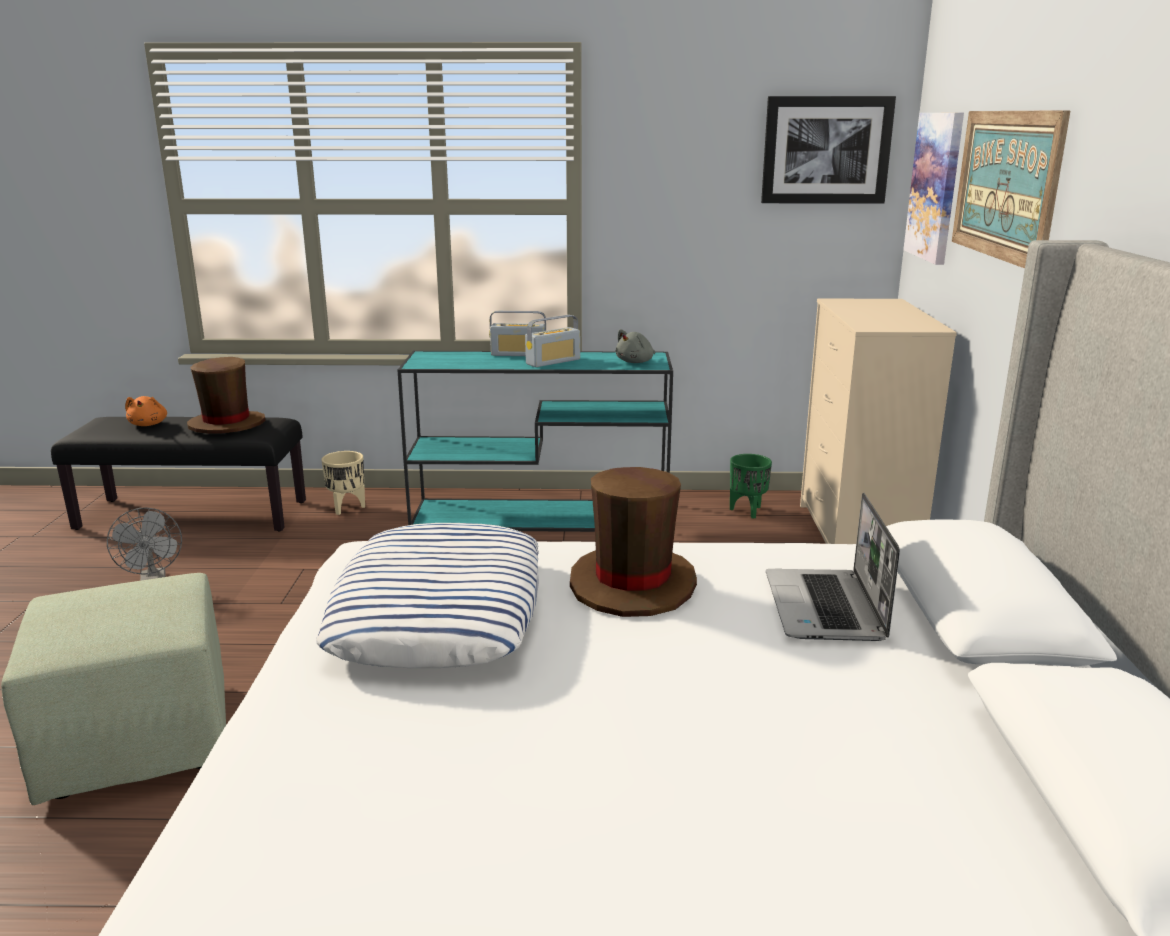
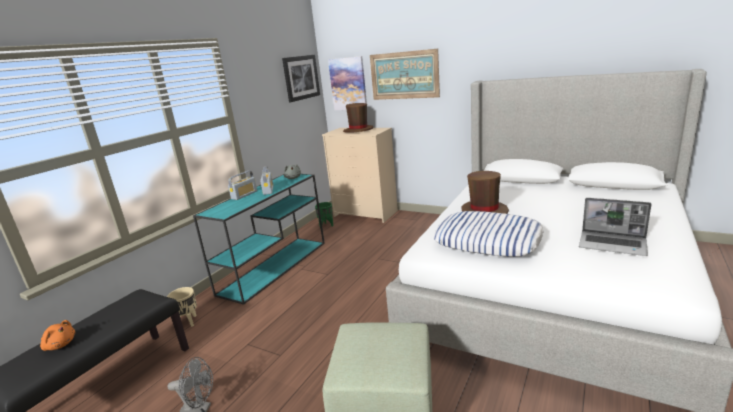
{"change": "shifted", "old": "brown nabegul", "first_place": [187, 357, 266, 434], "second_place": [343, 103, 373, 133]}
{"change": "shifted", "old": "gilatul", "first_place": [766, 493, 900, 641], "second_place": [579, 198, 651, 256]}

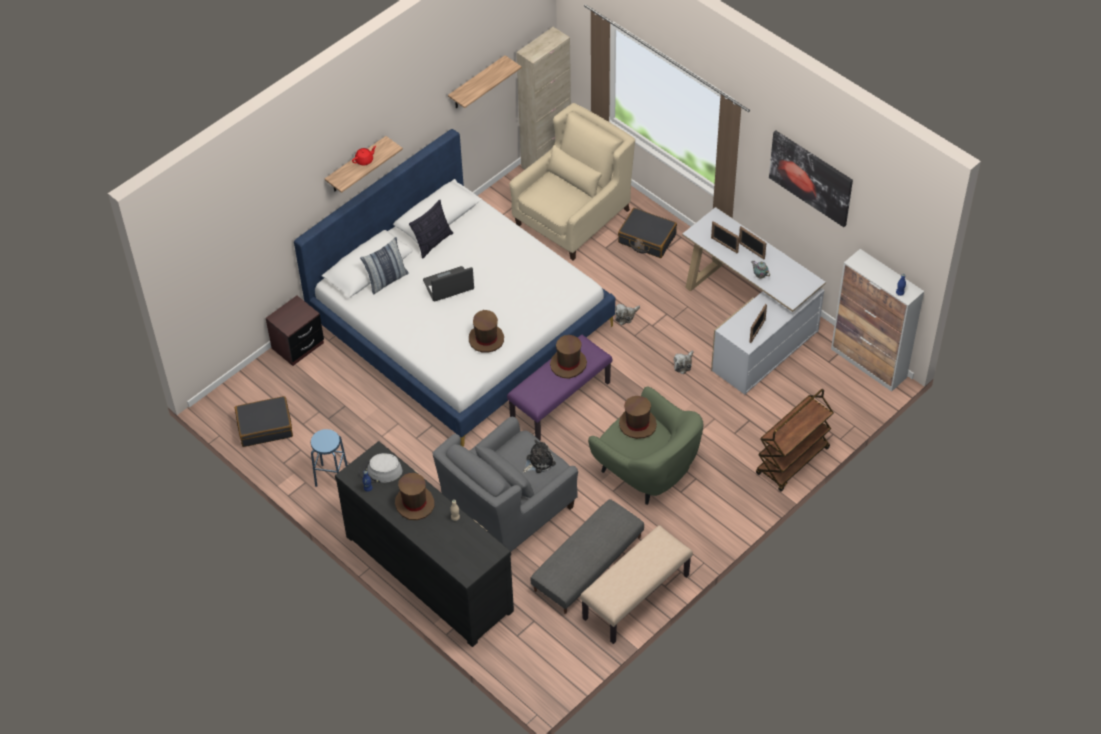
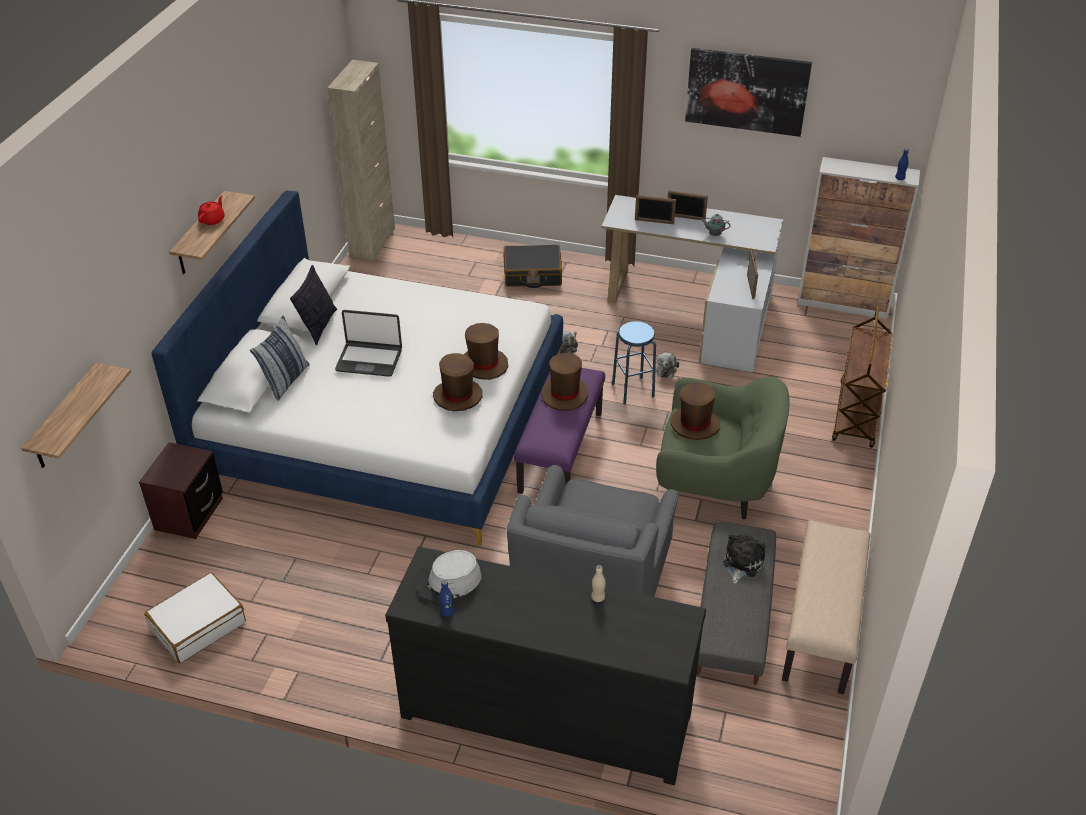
{"change": "shifted", "old": "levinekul", "first_place": [448, 55, 522, 108], "second_place": [21, 363, 131, 468]}
{"change": "gone", "old": "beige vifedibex", "first_place": [509, 103, 635, 260]}
{"change": "rotated", "old": "gilatul", "first_place": [423, 266, 474, 301], "second_place": [335, 310, 402, 377], "degrees": -120}
{"change": "repainted", "old": "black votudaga", "new": "white votudaga", "first_place": [235, 396, 293, 447], "second_place": [145, 573, 246, 663]}
{"change": "shifted", "old": "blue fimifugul", "first_place": [311, 429, 348, 487], "second_place": [612, 321, 656, 404]}
{"change": "shifted", "old": "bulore", "first_place": [523, 440, 556, 473], "second_place": [723, 534, 766, 584]}
{"change": "shifted", "old": "brown nabegul", "first_place": [395, 473, 435, 520], "second_place": [463, 323, 508, 380]}

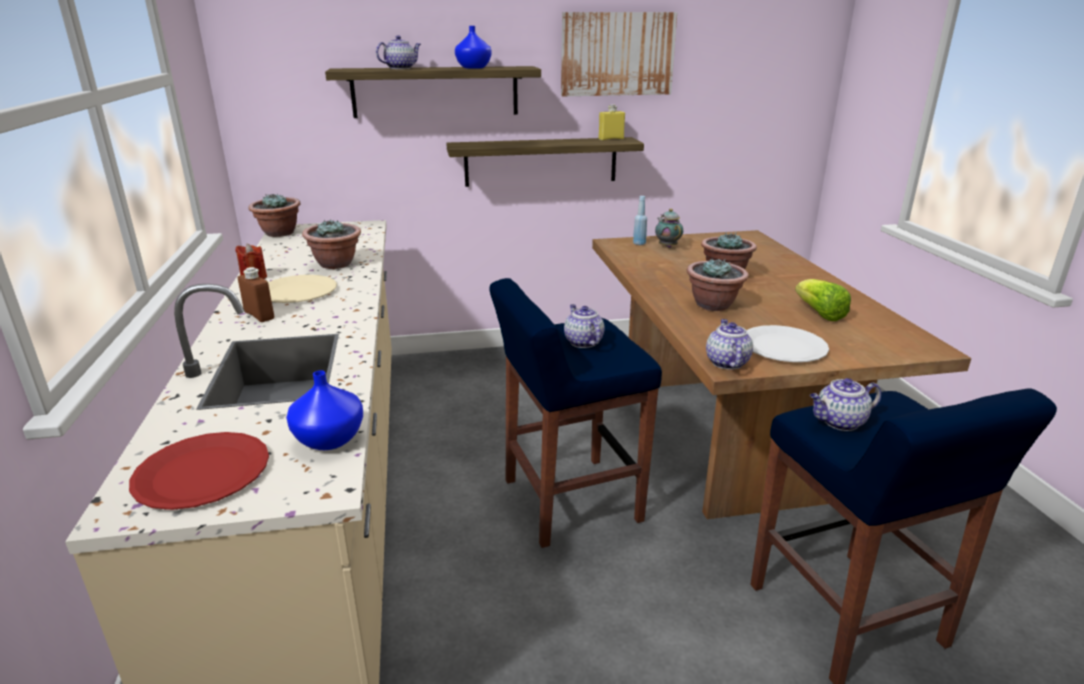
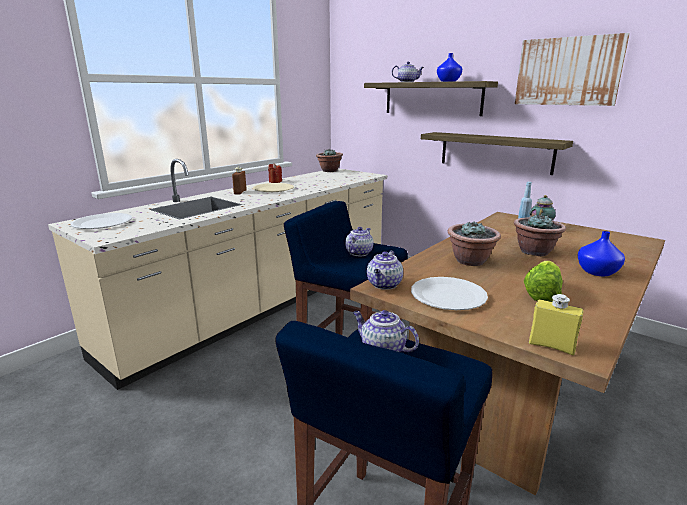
{"change": "shifted", "old": "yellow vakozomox", "first_place": [599, 104, 625, 140], "second_place": [529, 294, 583, 355]}
{"change": "gone", "old": "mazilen", "first_place": [302, 219, 361, 269]}
{"change": "rotated", "old": "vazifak", "first_place": [706, 319, 753, 369], "second_place": [367, 251, 403, 290], "degrees": 150}
{"change": "shifted", "old": "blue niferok", "first_place": [286, 370, 363, 450], "second_place": [578, 231, 625, 276]}
{"change": "repainted", "old": "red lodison", "new": "white lodison", "first_place": [129, 432, 269, 510], "second_place": [70, 213, 132, 229]}

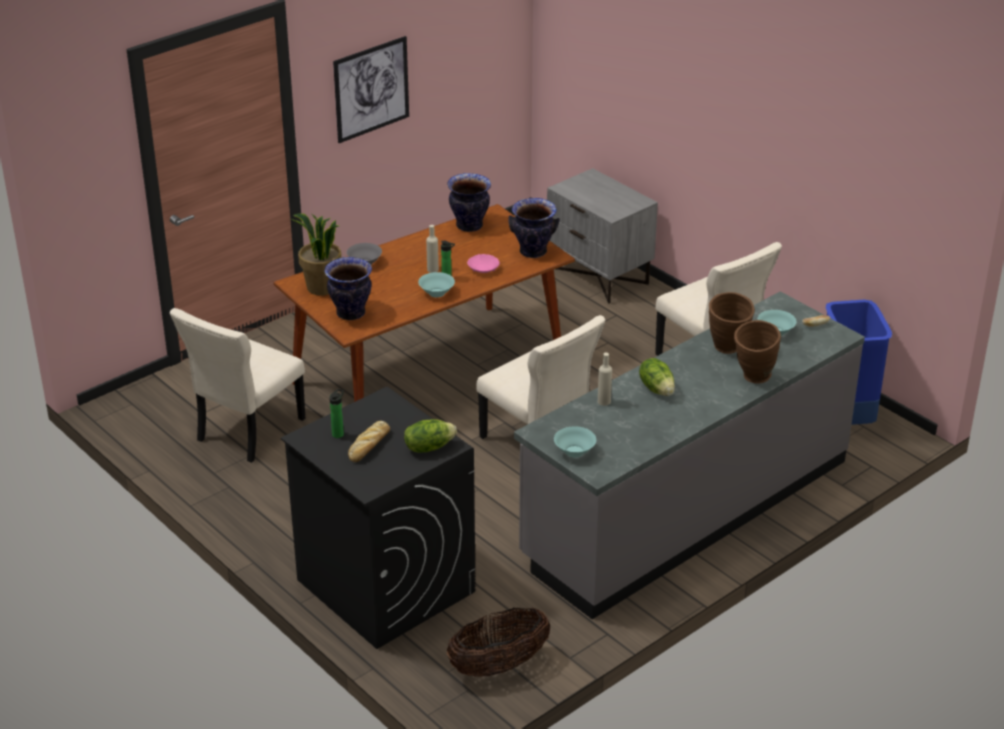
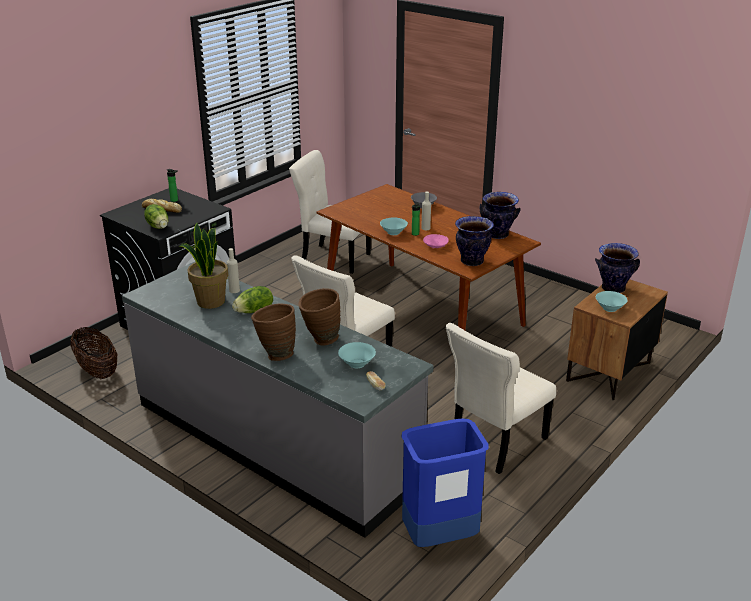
{"change": "gone", "old": "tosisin", "first_place": [333, 36, 409, 143]}
{"change": "repainted", "old": "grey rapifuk", "new": "brown rapifuk", "first_place": [547, 168, 658, 304], "second_place": [566, 279, 668, 400]}
{"change": "shifted", "old": "mazilen", "first_place": [291, 213, 341, 296], "second_place": [179, 223, 228, 309]}
{"change": "shifted", "old": "niferok", "first_place": [324, 257, 372, 320], "second_place": [595, 243, 640, 293]}
{"change": "shifted", "old": "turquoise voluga", "first_place": [554, 426, 596, 457], "second_place": [596, 291, 628, 312]}

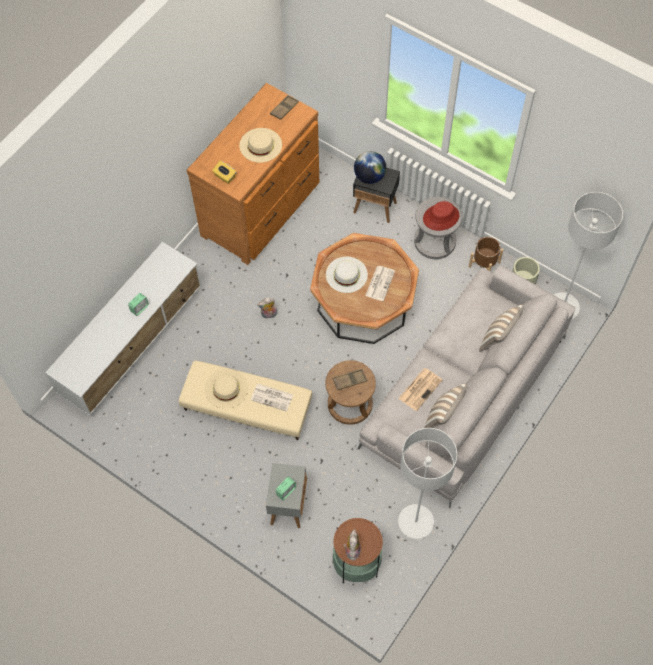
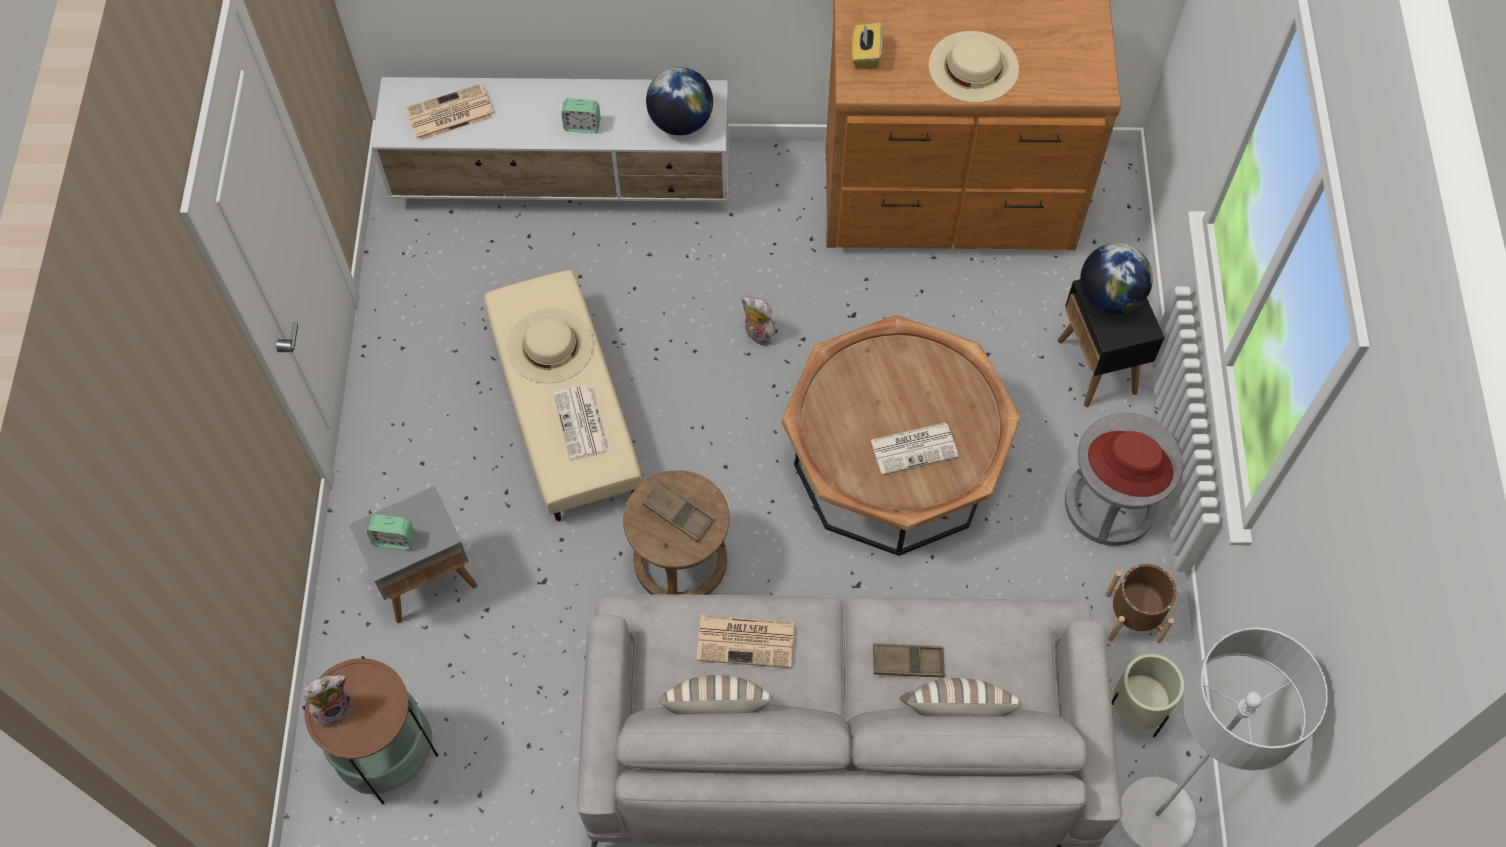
{"change": "shifted", "old": "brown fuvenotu", "first_place": [270, 95, 299, 120], "second_place": [873, 643, 945, 678]}
{"change": "gone", "old": "white nabegul", "first_place": [326, 257, 368, 293]}
{"change": "gone", "old": "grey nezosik", "first_place": [398, 428, 457, 539]}
{"change": "new", "new": "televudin", "second_place": [646, 67, 713, 135]}
{"change": "new", "new": "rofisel", "second_place": [405, 83, 495, 142]}

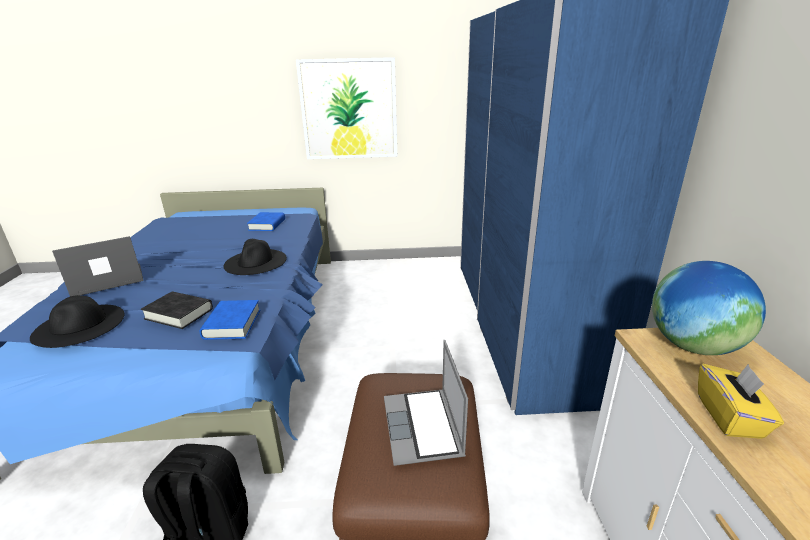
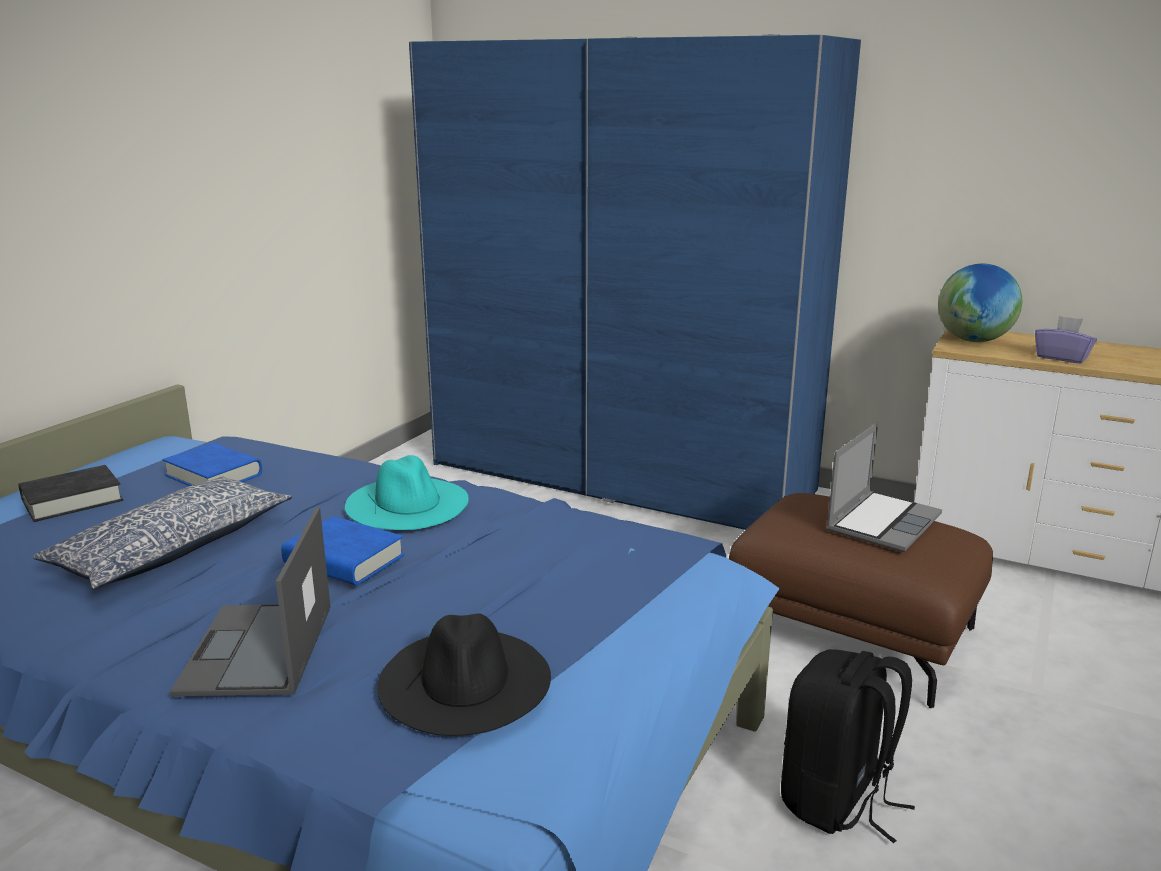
{"change": "gone", "old": "tosisin", "first_place": [296, 57, 397, 159]}
{"change": "repainted", "old": "black nabegul", "new": "turquoise nabegul", "first_place": [223, 239, 287, 275], "second_place": [345, 455, 469, 530]}
{"change": "shifted", "old": "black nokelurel", "first_place": [141, 291, 213, 329], "second_place": [18, 465, 123, 522]}
{"change": "shifted", "old": "blue nokelurel", "first_place": [199, 300, 260, 340], "second_place": [281, 516, 404, 585]}
{"change": "rotated", "old": "gilatul", "first_place": [384, 340, 468, 466], "second_place": [826, 422, 942, 552], "degrees": -75}
{"change": "repainted", "old": "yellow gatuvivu", "new": "purple gatuvivu", "first_place": [698, 364, 784, 439], "second_place": [1035, 316, 1097, 363]}
{"change": "new", "new": "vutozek", "second_place": [33, 477, 292, 590]}

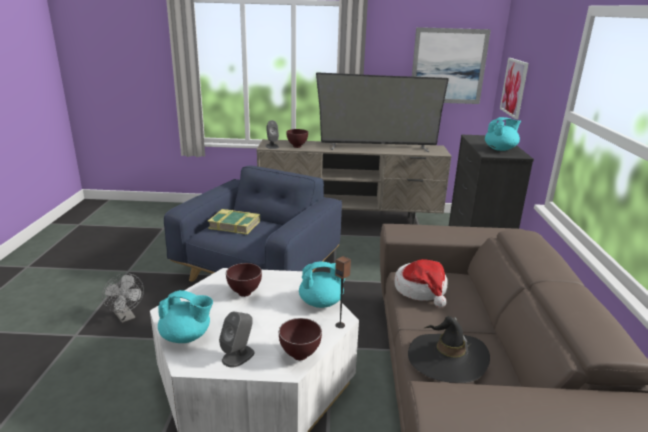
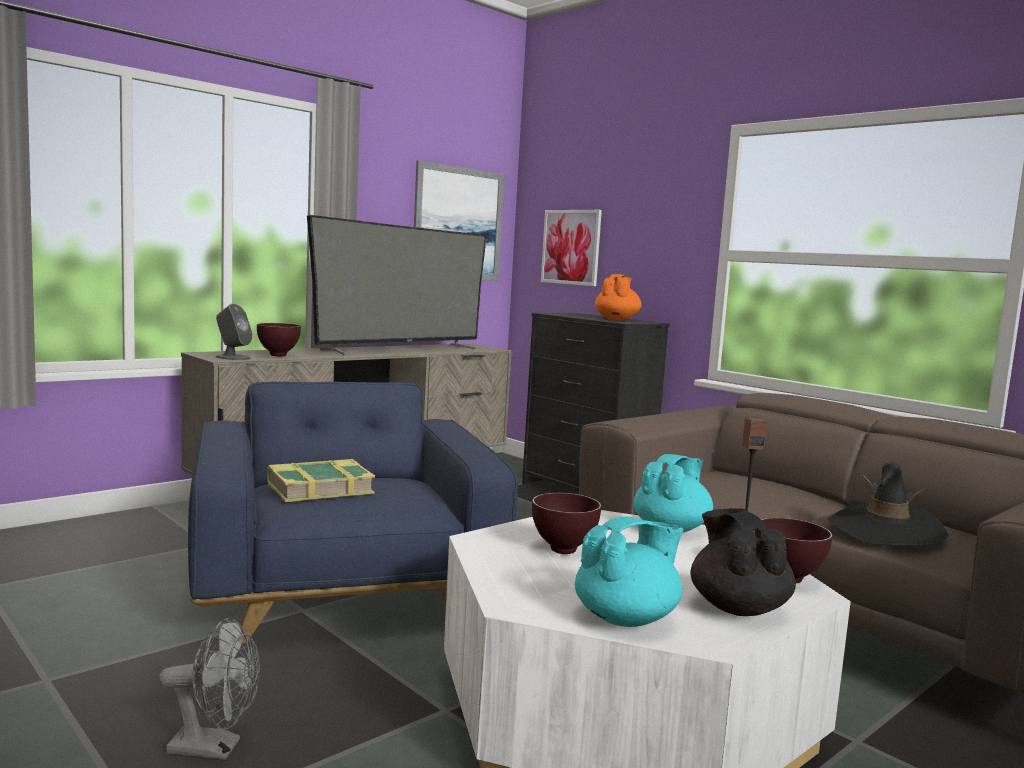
{"change": "repainted", "old": "turquoise vazifak", "new": "orange vazifak", "first_place": [485, 117, 521, 151], "second_place": [595, 274, 642, 320]}
{"change": "gone", "old": "nabegul", "first_place": [394, 259, 448, 308]}
{"change": "swapped", "old": "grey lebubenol", "new": "black vazifak", "first_place": [219, 312, 255, 368], "second_place": [691, 508, 796, 616]}

